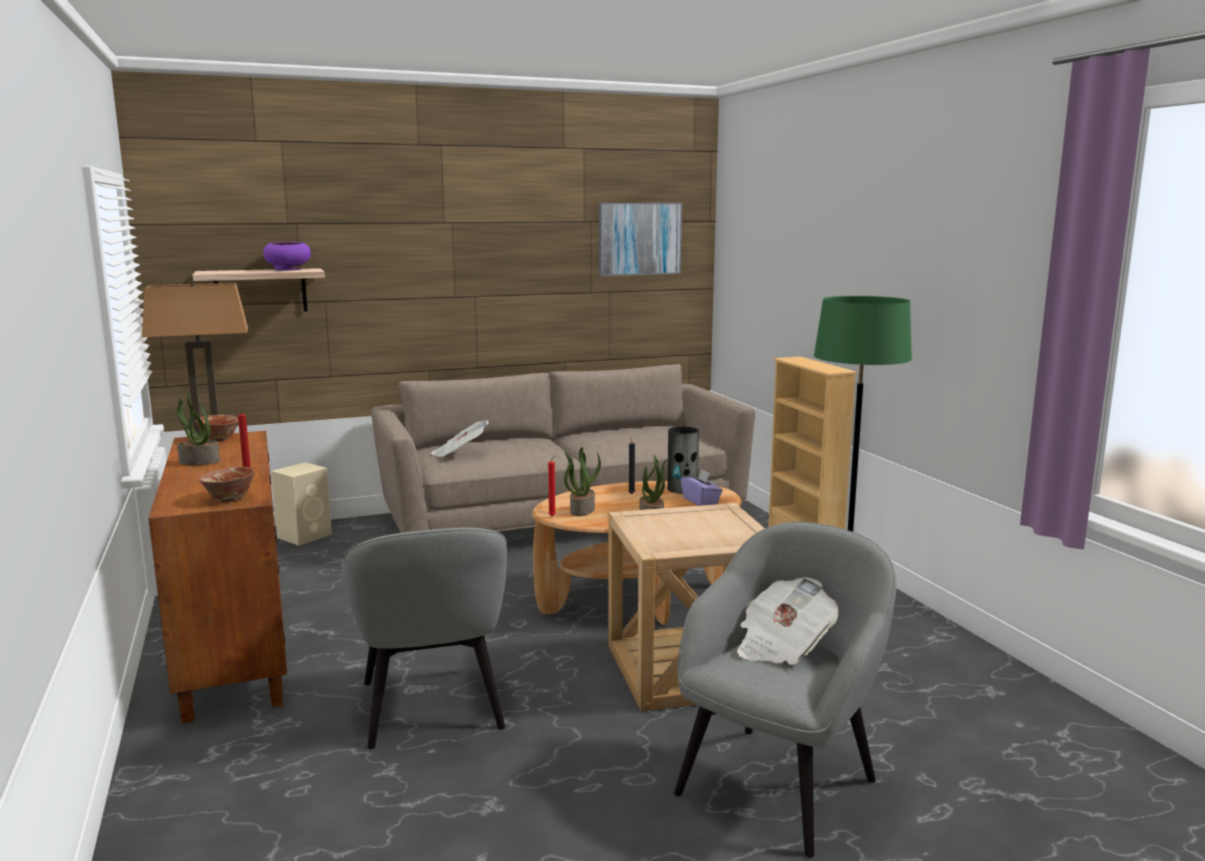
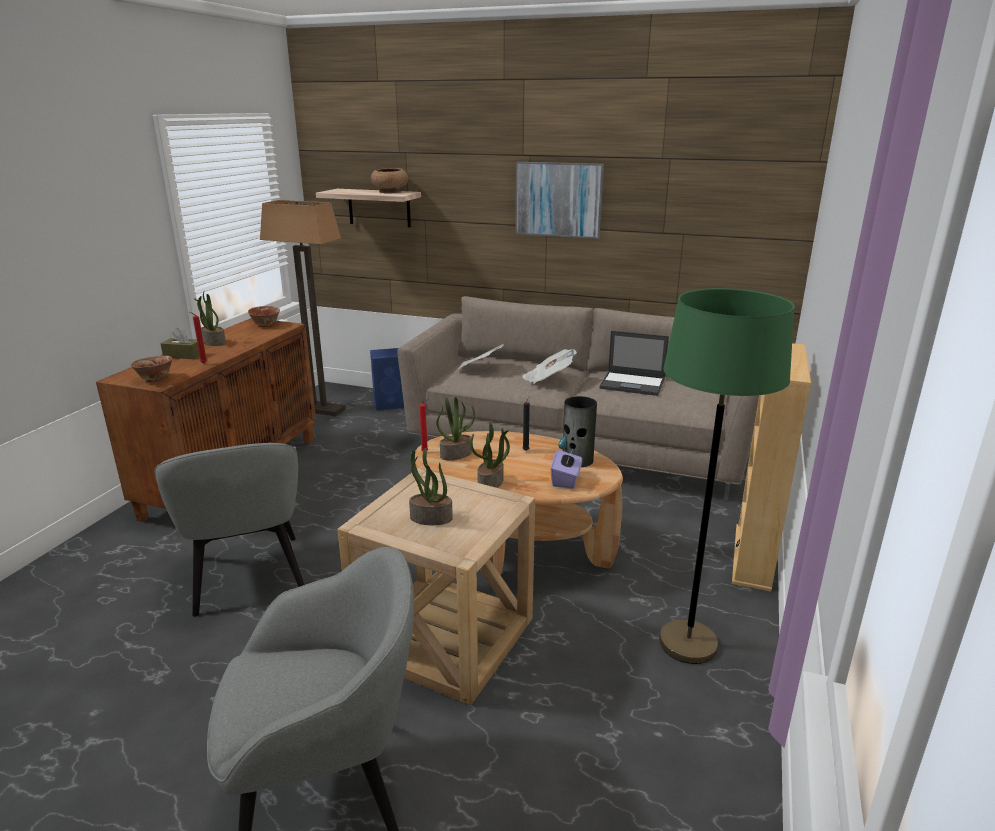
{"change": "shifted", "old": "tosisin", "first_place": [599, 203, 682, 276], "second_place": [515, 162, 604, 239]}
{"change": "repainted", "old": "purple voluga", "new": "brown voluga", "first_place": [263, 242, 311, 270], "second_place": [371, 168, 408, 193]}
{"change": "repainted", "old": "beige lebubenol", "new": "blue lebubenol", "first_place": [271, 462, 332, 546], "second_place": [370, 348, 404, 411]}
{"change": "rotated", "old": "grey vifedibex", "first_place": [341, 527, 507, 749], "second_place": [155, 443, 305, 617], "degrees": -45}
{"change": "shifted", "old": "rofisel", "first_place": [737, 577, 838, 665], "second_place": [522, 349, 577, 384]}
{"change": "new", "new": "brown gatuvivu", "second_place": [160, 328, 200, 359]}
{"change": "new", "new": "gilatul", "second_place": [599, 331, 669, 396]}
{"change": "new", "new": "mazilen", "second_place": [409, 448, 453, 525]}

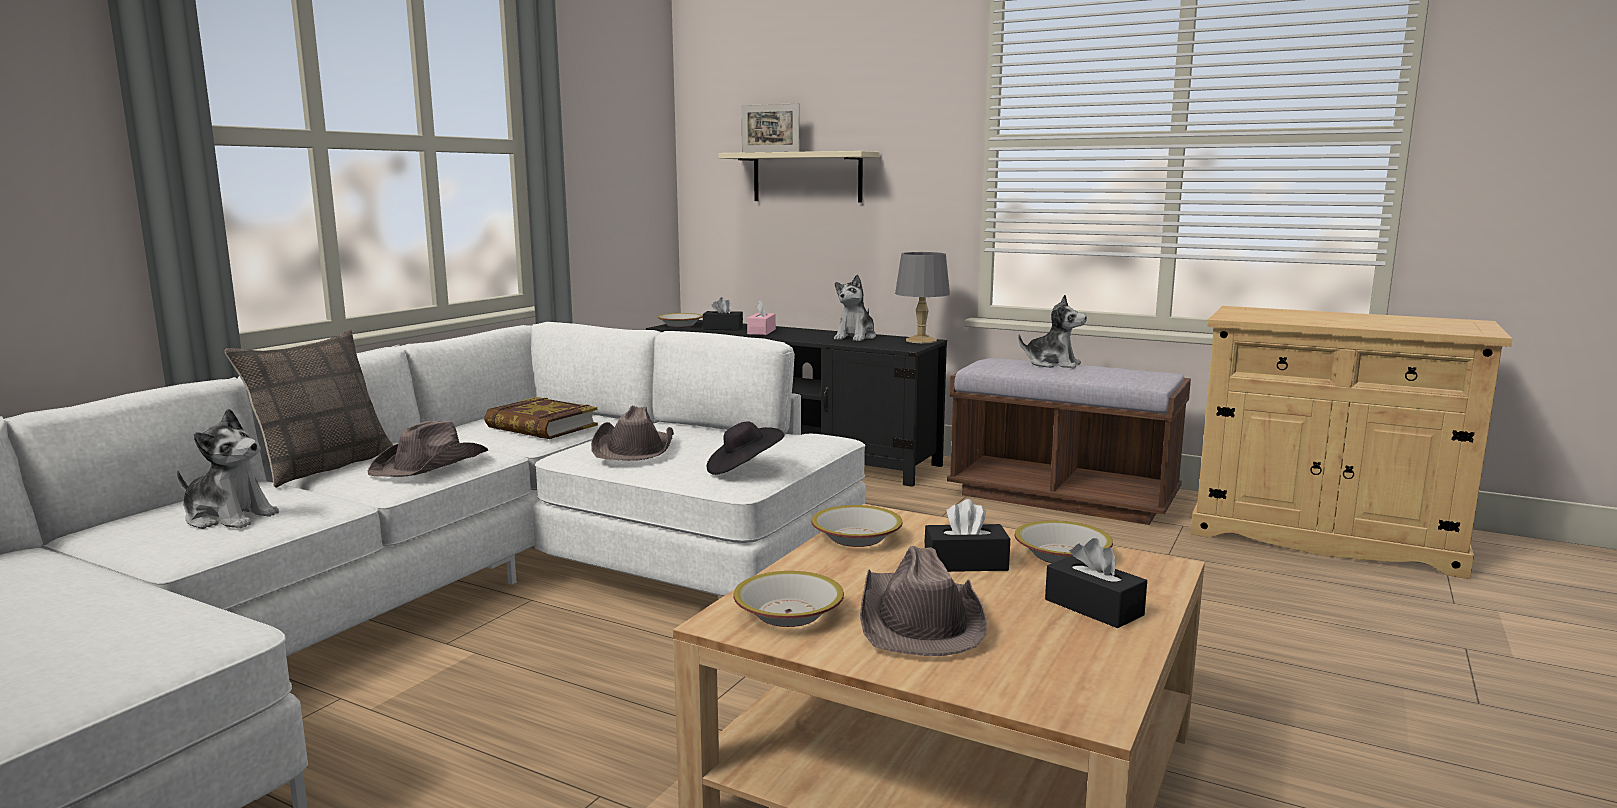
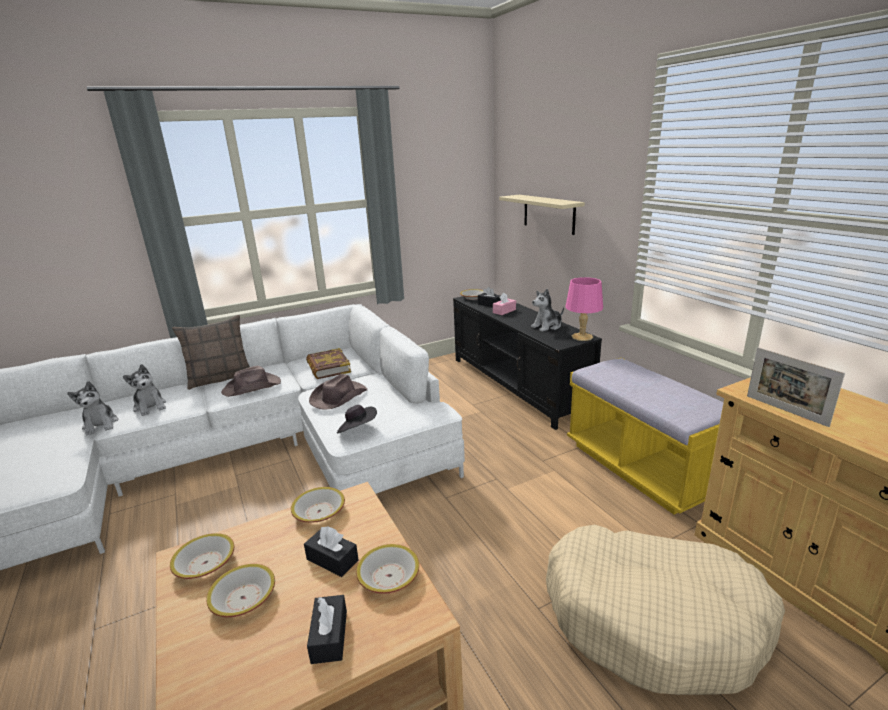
{"change": "shifted", "old": "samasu", "first_place": [741, 103, 800, 153], "second_place": [747, 347, 845, 427]}
{"change": "repainted", "old": "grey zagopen", "new": "pink zagopen", "first_place": [895, 252, 950, 343], "second_place": [565, 277, 603, 341]}
{"change": "shifted", "old": "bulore", "first_place": [1018, 295, 1087, 368], "second_place": [67, 381, 119, 435]}
{"change": "repainted", "old": "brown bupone", "new": "yellow bupone", "first_place": [947, 358, 1191, 525], "second_place": [567, 358, 724, 515]}
{"change": "swapped", "old": "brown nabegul", "new": "voluga", "first_place": [860, 546, 987, 656], "second_place": [206, 564, 275, 617]}
{"change": "new", "new": "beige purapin", "second_place": [546, 524, 785, 695]}

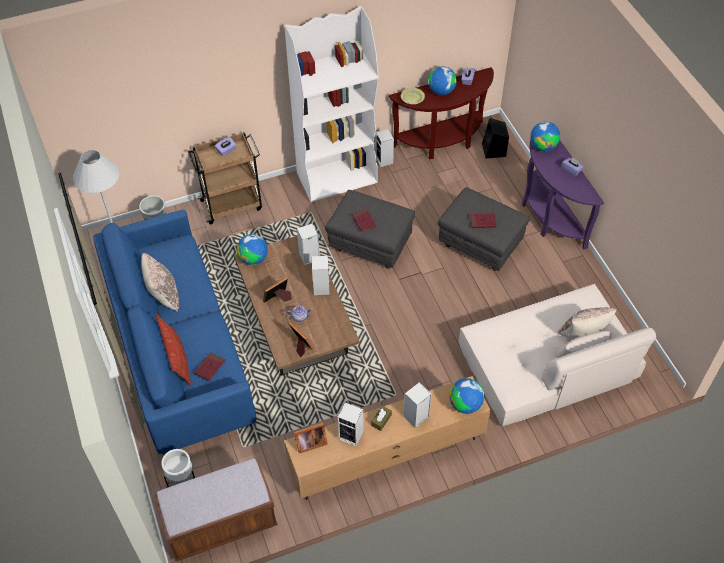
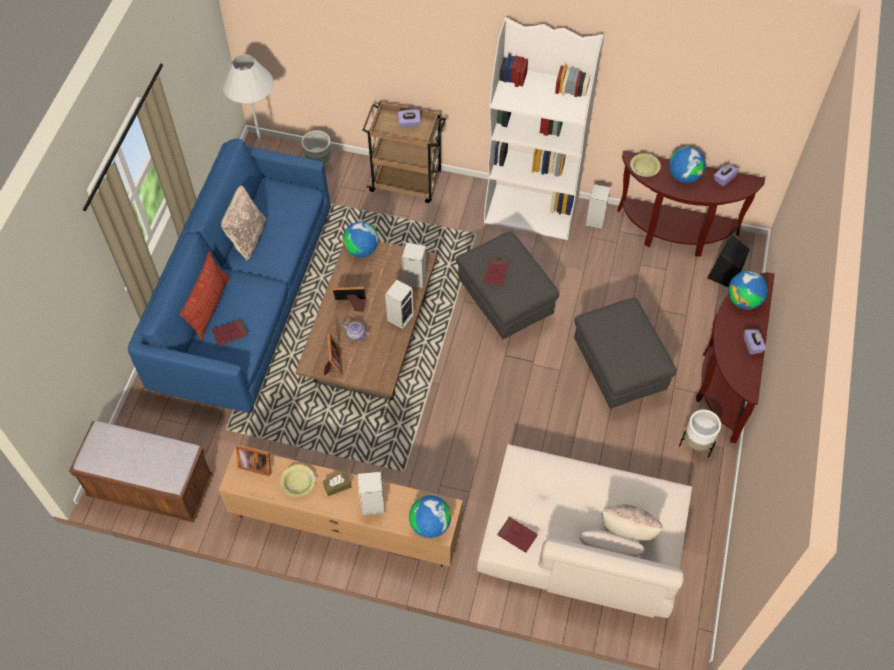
{"change": "repainted", "old": "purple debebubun", "new": "brown debebubun", "first_place": [522, 121, 604, 250], "second_place": [696, 272, 775, 443]}
{"change": "shifted", "old": "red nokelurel", "first_place": [470, 213, 497, 228], "second_place": [497, 517, 538, 553]}
{"change": "swapped", "old": "lebubenol", "new": "yellow voluga", "first_place": [338, 402, 363, 447], "second_place": [280, 465, 315, 497]}
{"change": "shifted", "old": "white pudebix", "first_place": [161, 449, 195, 487], "second_place": [679, 409, 721, 458]}

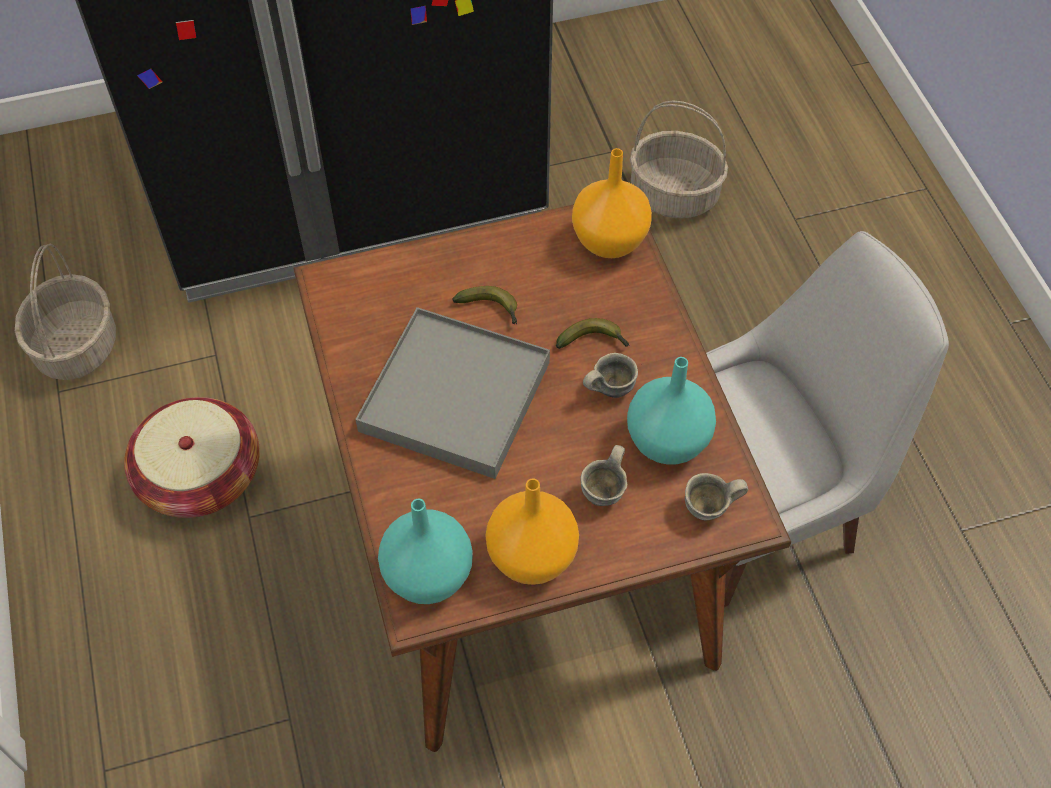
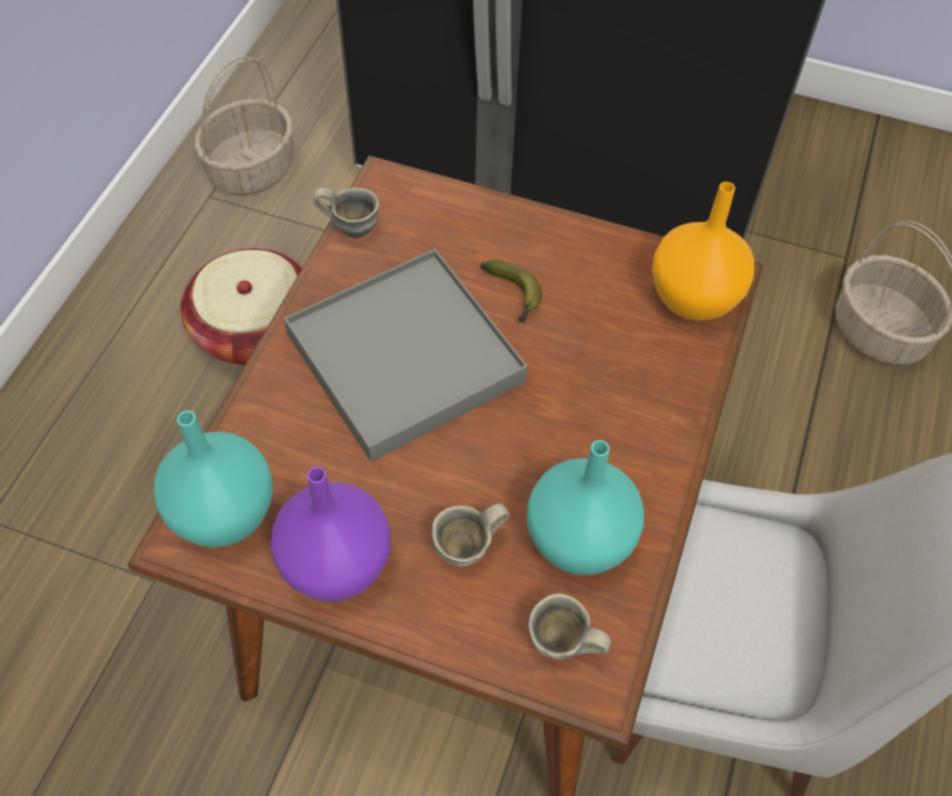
{"change": "gone", "old": "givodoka", "first_place": [556, 318, 630, 349]}
{"change": "shifted", "old": "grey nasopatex", "first_place": [583, 353, 638, 398], "second_place": [313, 188, 379, 238]}
{"change": "repainted", "old": "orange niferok", "new": "purple niferok", "first_place": [485, 479, 579, 585], "second_place": [271, 467, 391, 602]}

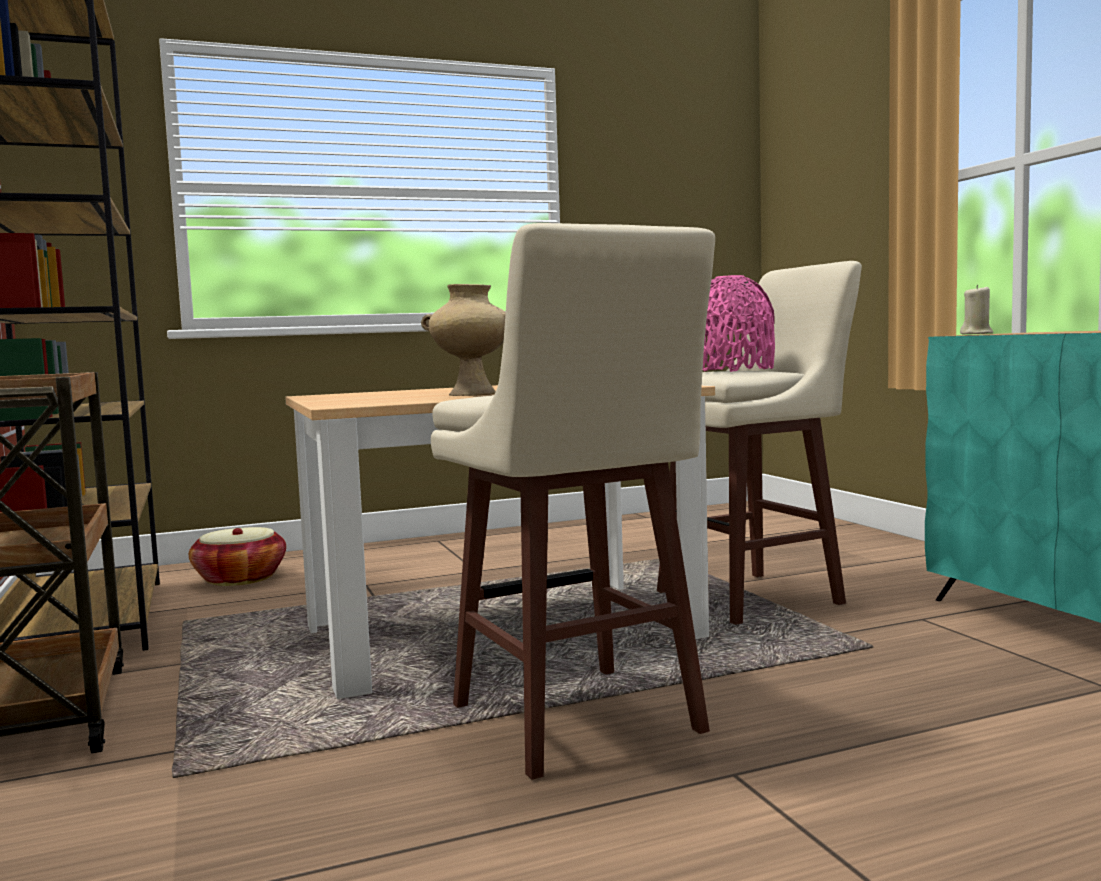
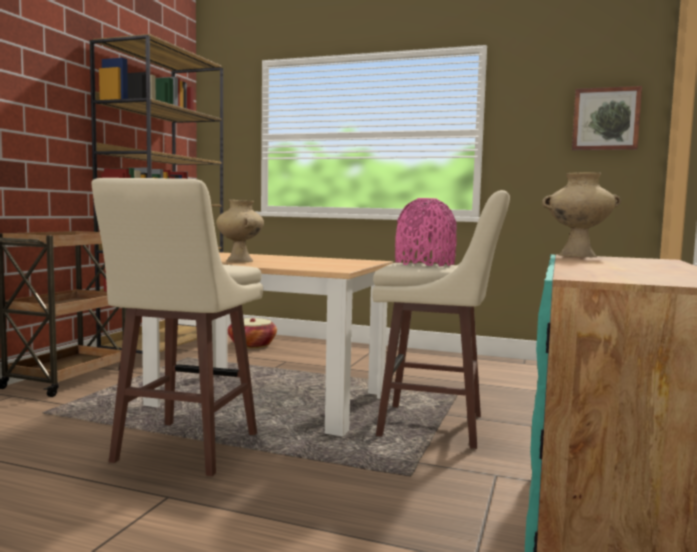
{"change": "swapped", "old": "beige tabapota", "new": "beige niferok", "first_place": [960, 285, 993, 334], "second_place": [542, 172, 621, 257]}
{"change": "new", "new": "tosisin", "second_place": [572, 86, 642, 150]}

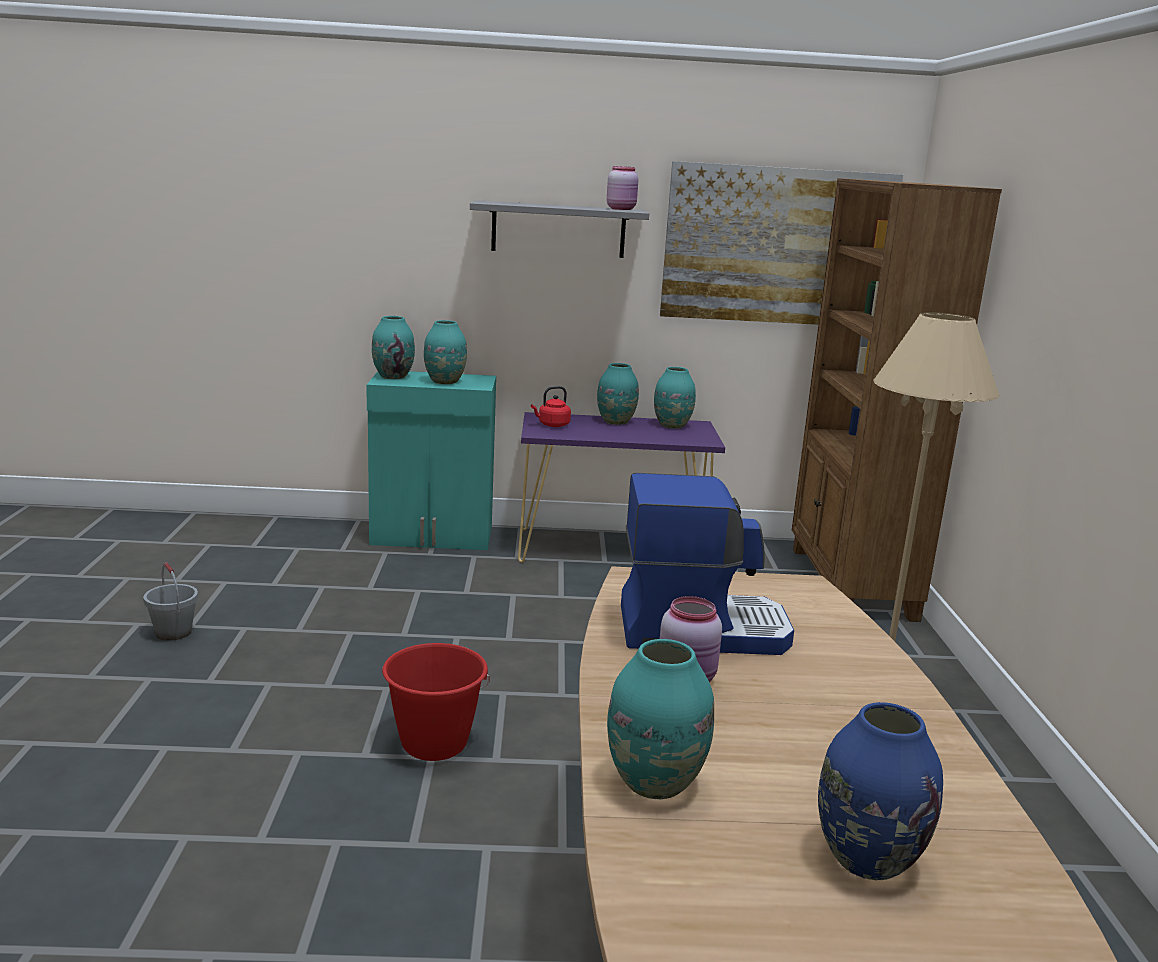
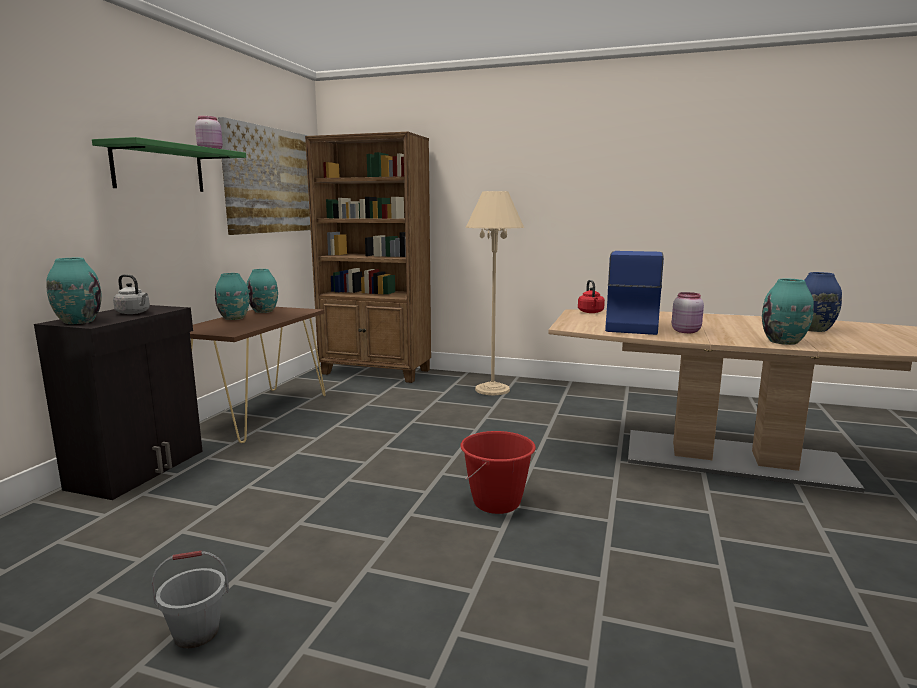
{"change": "repainted", "old": "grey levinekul", "new": "green levinekul", "first_place": [470, 200, 649, 258], "second_place": [92, 137, 246, 192]}
{"change": "swapped", "old": "turquoise niferok", "new": "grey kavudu", "first_place": [424, 320, 467, 384], "second_place": [113, 274, 150, 314]}
{"change": "repainted", "old": "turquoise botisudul", "new": "black botisudul", "first_place": [366, 371, 496, 550], "second_place": [34, 305, 203, 500]}
{"change": "shifted", "old": "red kavudu", "first_place": [531, 386, 571, 427], "second_place": [578, 280, 605, 313]}
{"change": "repainted", "old": "purple debebubun", "new": "brown debebubun", "first_place": [518, 412, 725, 563], "second_place": [190, 307, 325, 443]}

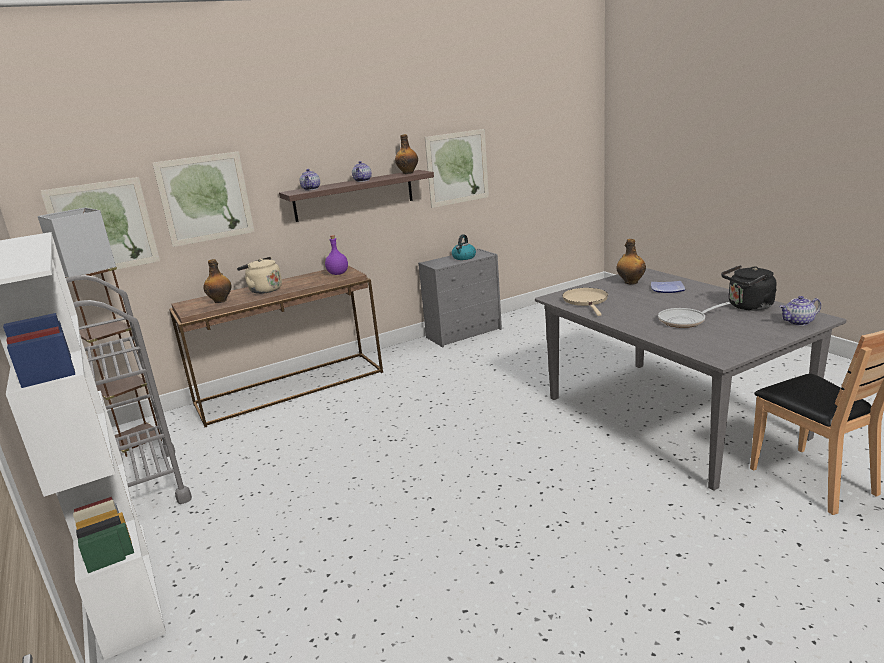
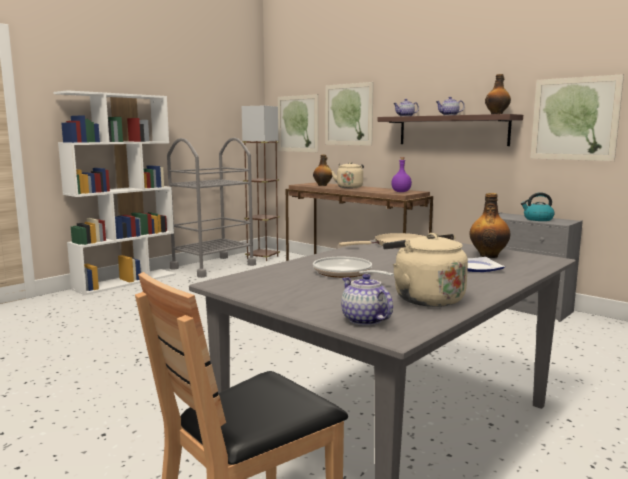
{"change": "repainted", "old": "black kavudu", "new": "beige kavudu", "first_place": [721, 265, 777, 311], "second_place": [383, 233, 468, 307]}

